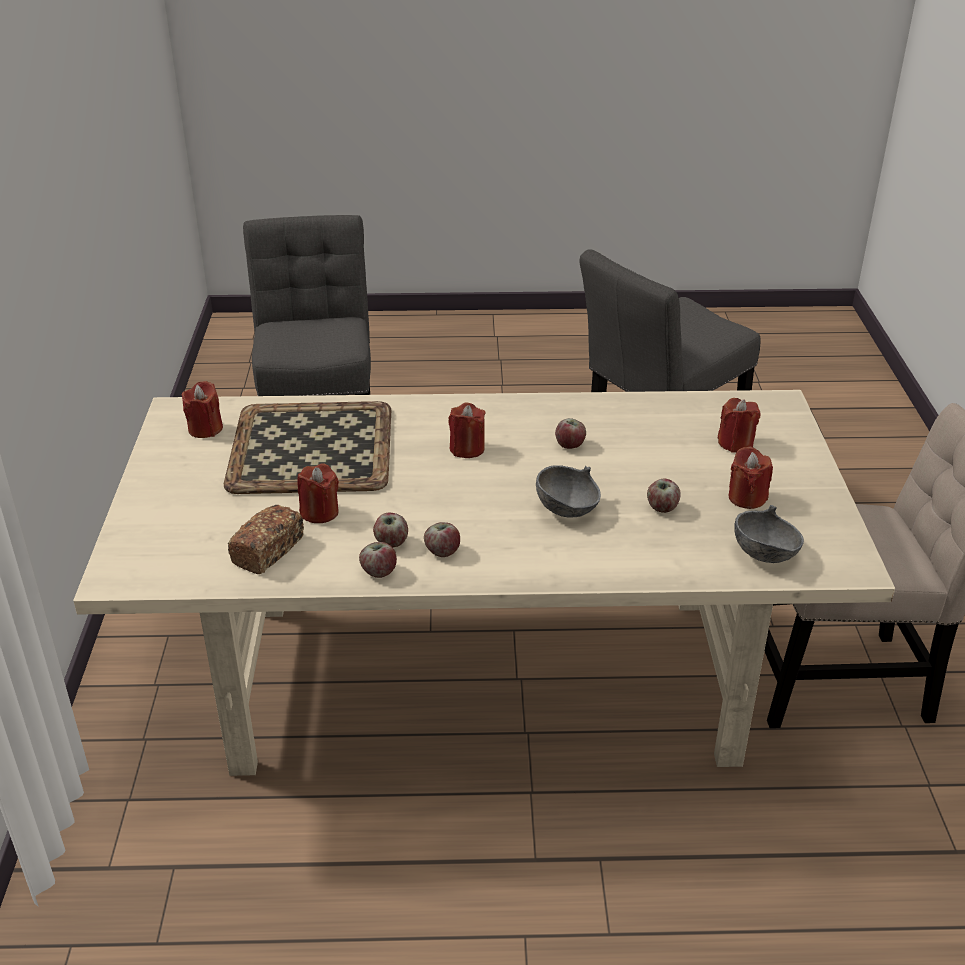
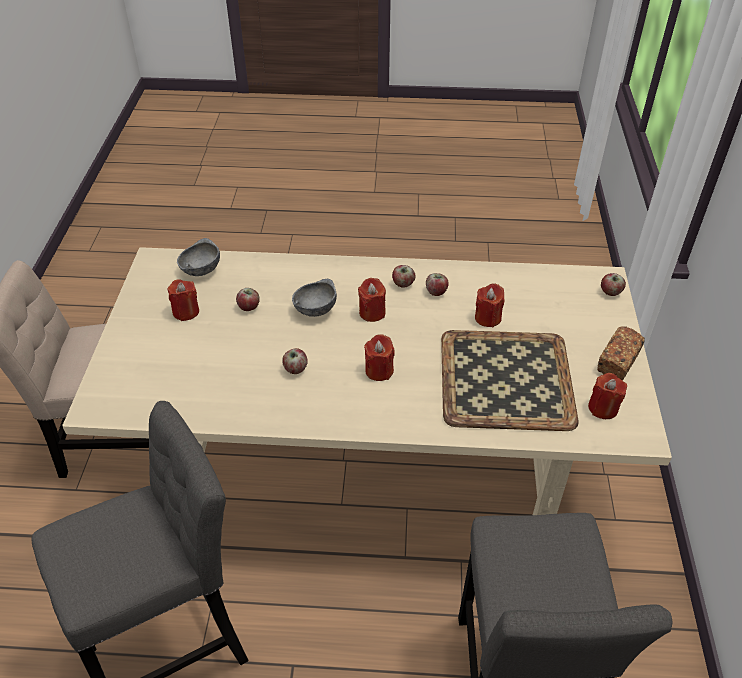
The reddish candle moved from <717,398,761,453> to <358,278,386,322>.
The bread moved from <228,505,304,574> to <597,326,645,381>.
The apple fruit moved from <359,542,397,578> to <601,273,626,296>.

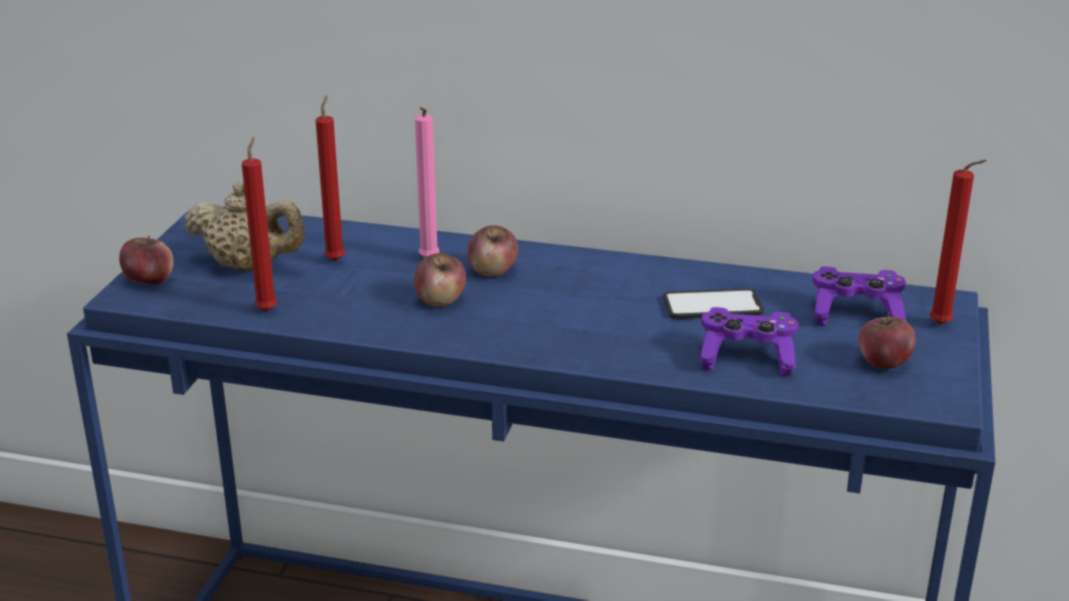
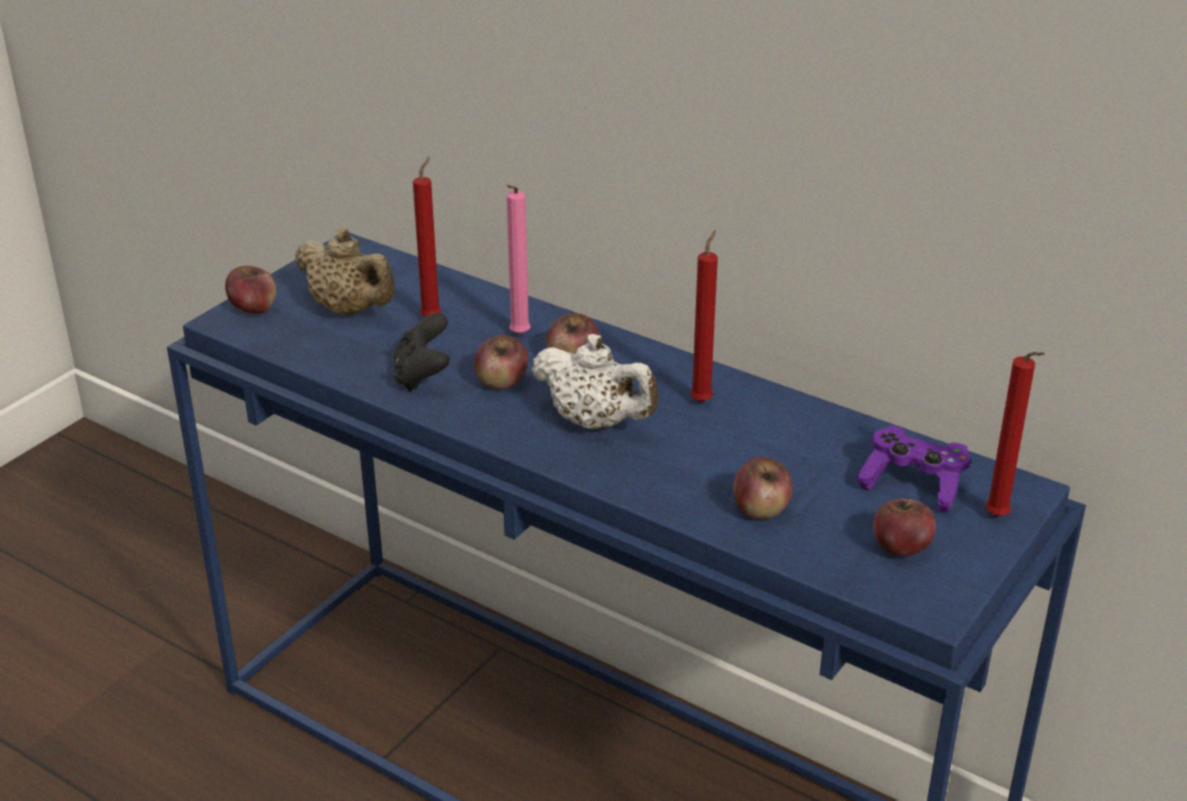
The reddish candle moved from <242,137,277,312> to <690,230,718,402>.
The phone at <662,288,764,319> disappeared.
The purple gamepad at <699,307,798,376> was replaced by the apple fruit at <733,457,793,519>.
The blackish gamepad at <394,313,450,391> appeared.
The white-coloured teapot at <531,334,659,430> appeared.

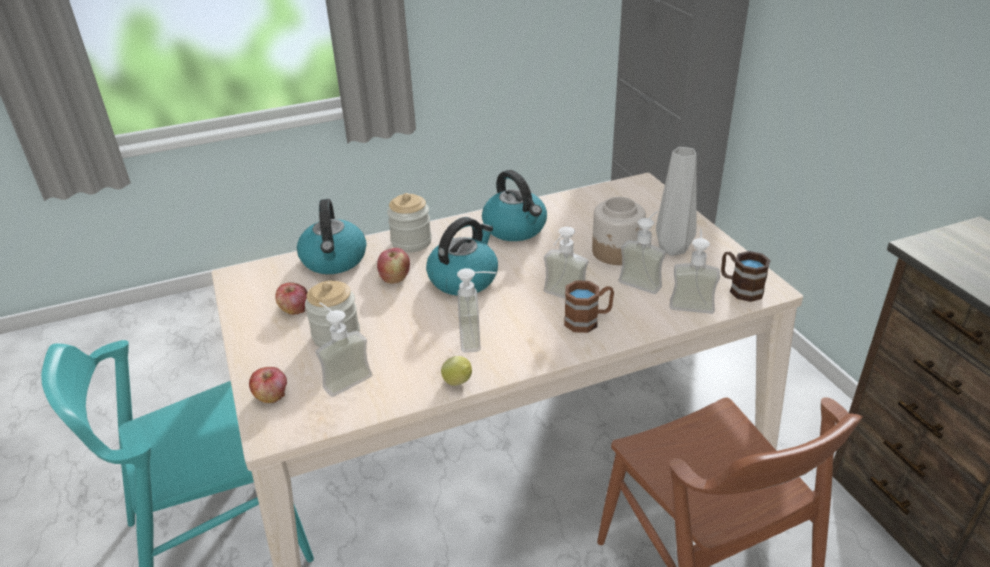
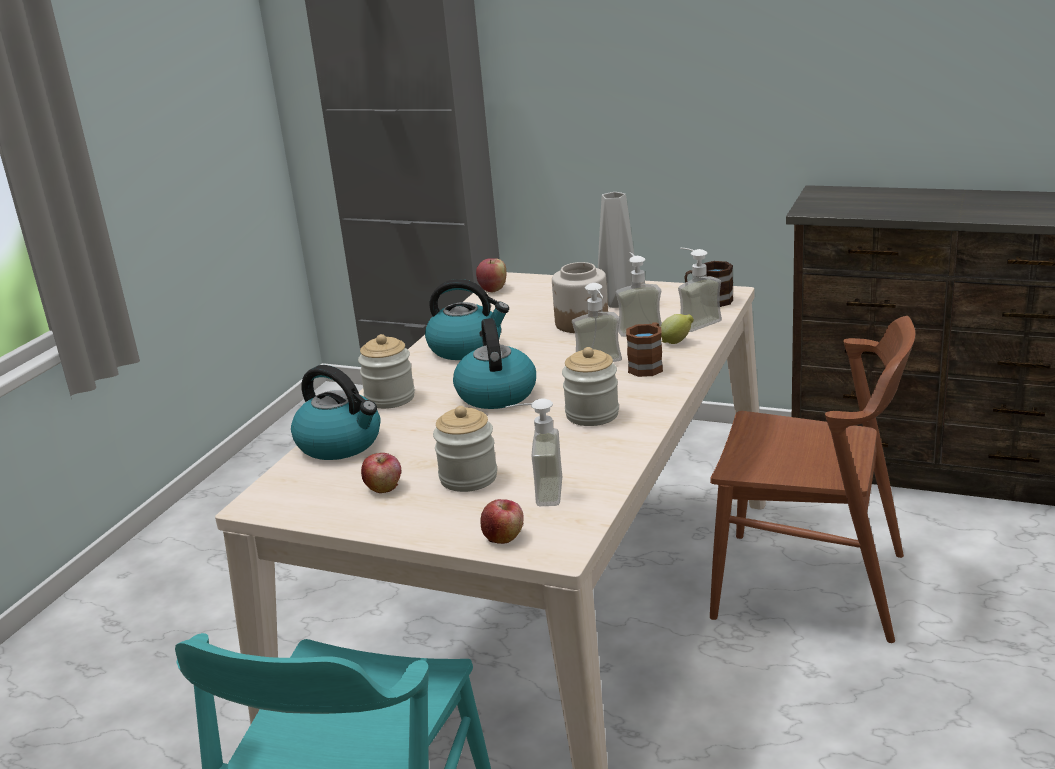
The apple fruit moved from <377,248,410,284> to <476,258,506,292>.
The liquid soap bottle at <457,268,497,353> was replaced by the storage jar at <562,347,619,426>.
The lemon moved from <441,356,472,386> to <661,314,694,344>.

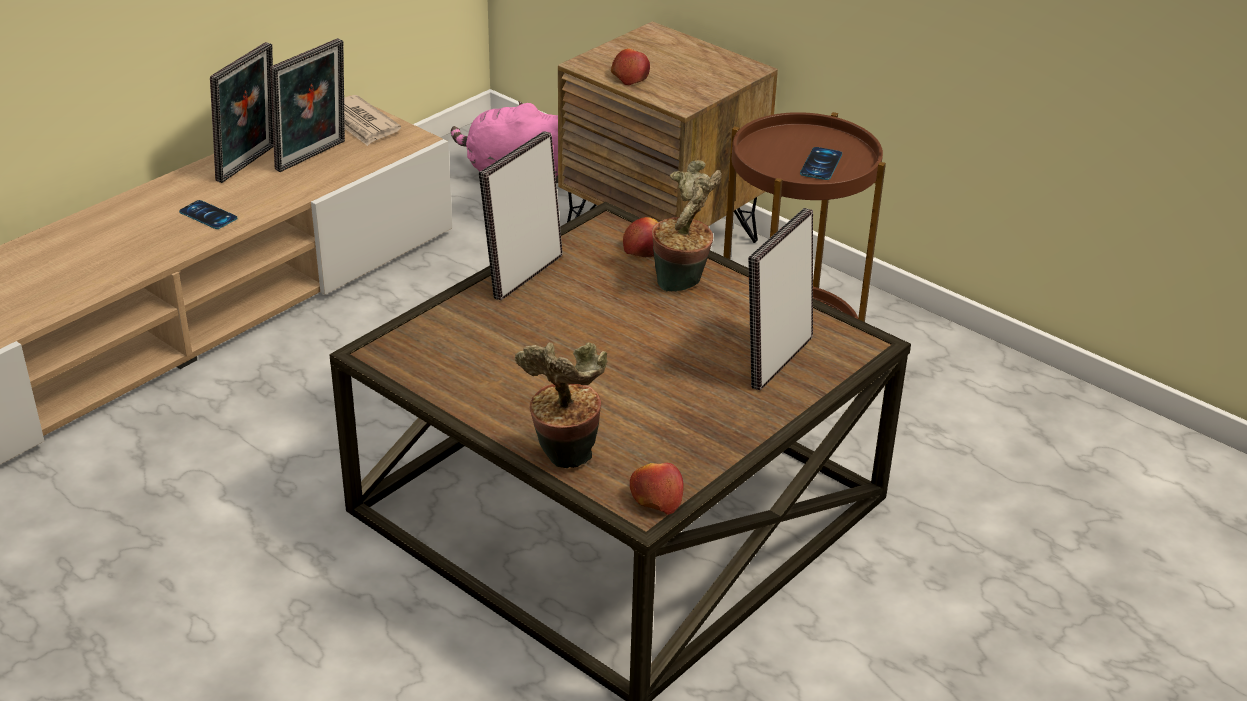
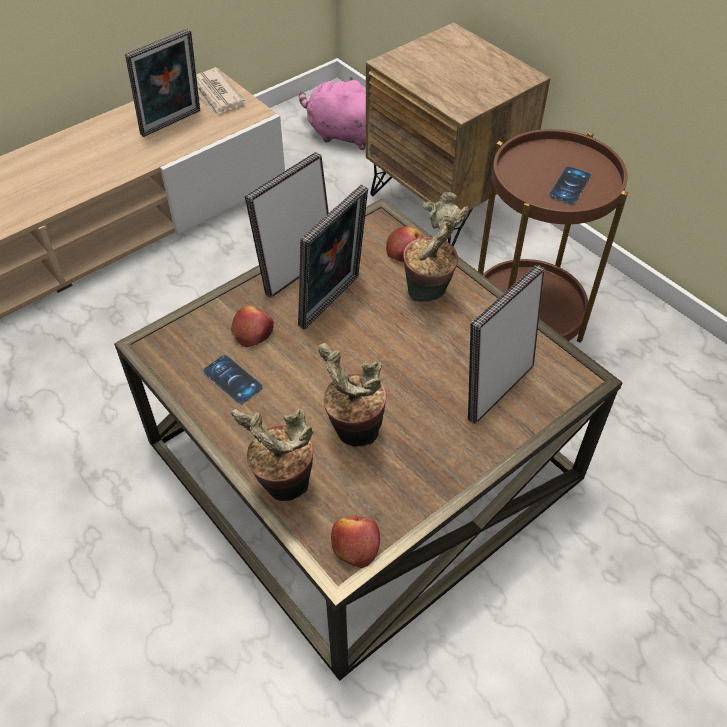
The photo frame moved from <210,42,274,183> to <298,185,368,330>.
The apple fruit moved from <611,48,650,85> to <231,305,274,347>.
The phone moved from <179,200,237,229> to <203,355,263,404>.
The potted plant at <318,343,386,447> appeared.

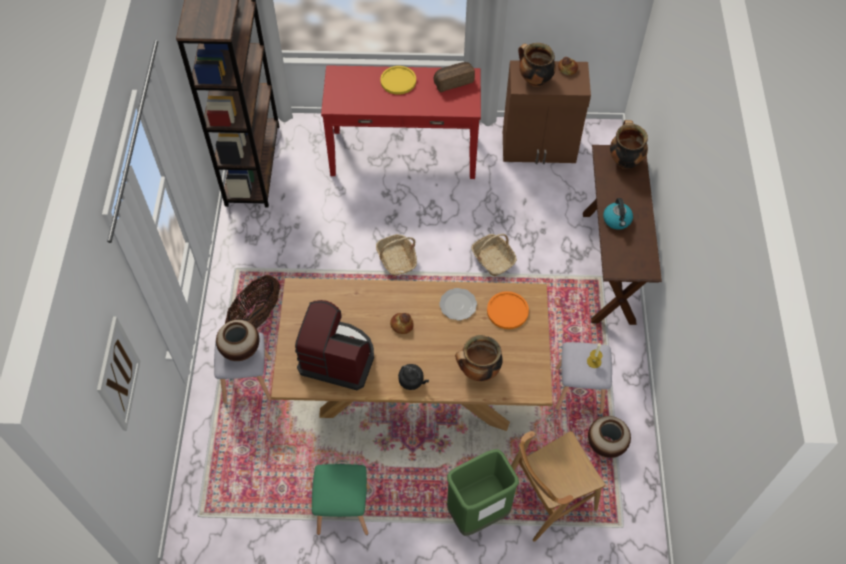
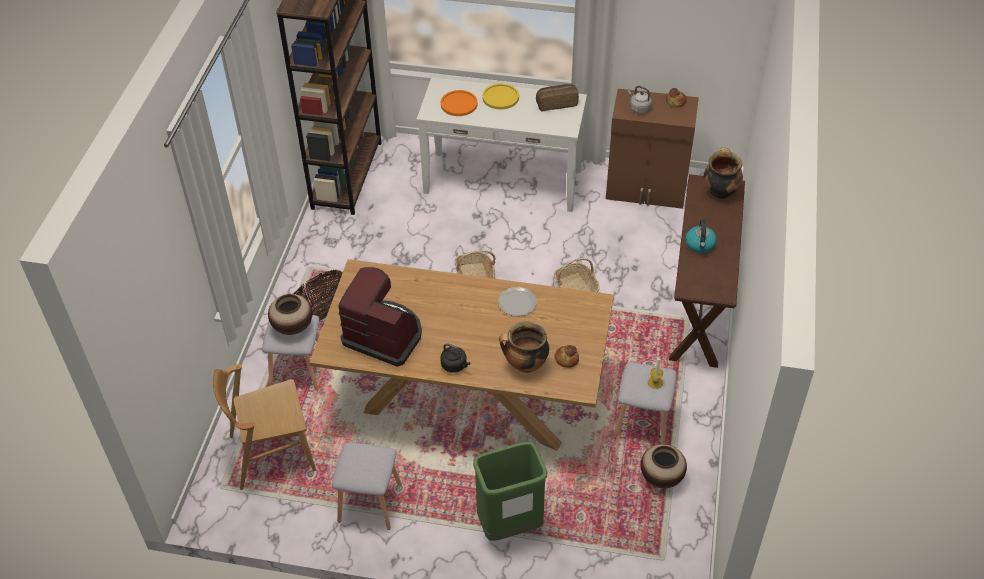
The saucepot at <518,43,556,87> was replaced by the greyish tea kettle at <628,86,652,114>.
The reddish console table at <321,65,481,179> became the white-coloured console table at <417,77,587,212>.
The orange-coloured dinner plate moved from <487,291,529,329> to <441,90,478,116>.
The bread moved from <390,313,413,334> to <554,345,579,368>.
The picture at <97,316,140,431> disappeared.
The brown-coloured chair moved from <511,431,605,542> to <213,364,316,490>.
The greenish stool seat at <312,464,370,535> became the greyish stool seat at <332,442,402,530>.

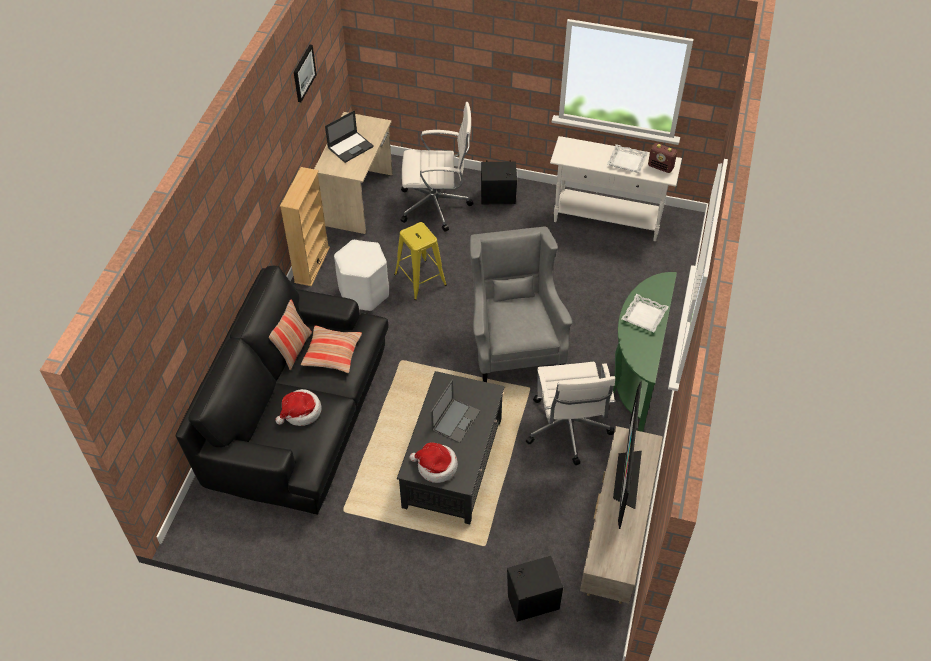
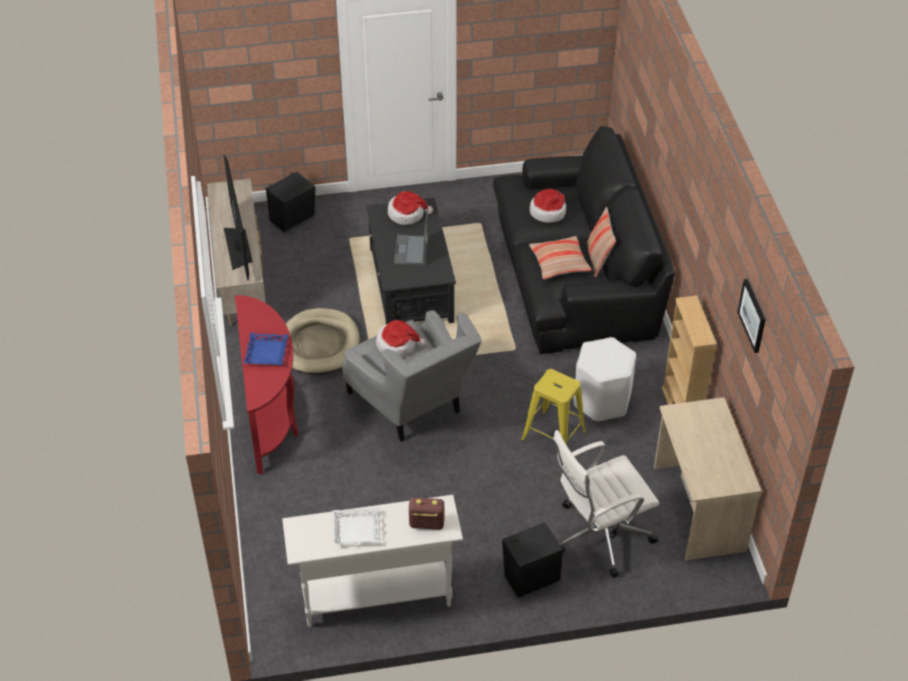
The notebook computer at <325,110,374,163> disappeared.
The radio receiver moved from <648,143,677,173> to <409,498,444,530>.
The greenish console table at <613,272,677,432> became the reddish console table at <235,295,299,474>.
The white-coloured serving tray at <622,294,669,332> became the bluish serving tray at <244,333,288,365>.
The white-coloured computer chair at <526,362,615,465> was replaced by the sand-coloured dog bed at <286,308,360,375>.
The wearable hat at <376,320,426,357> appeared.

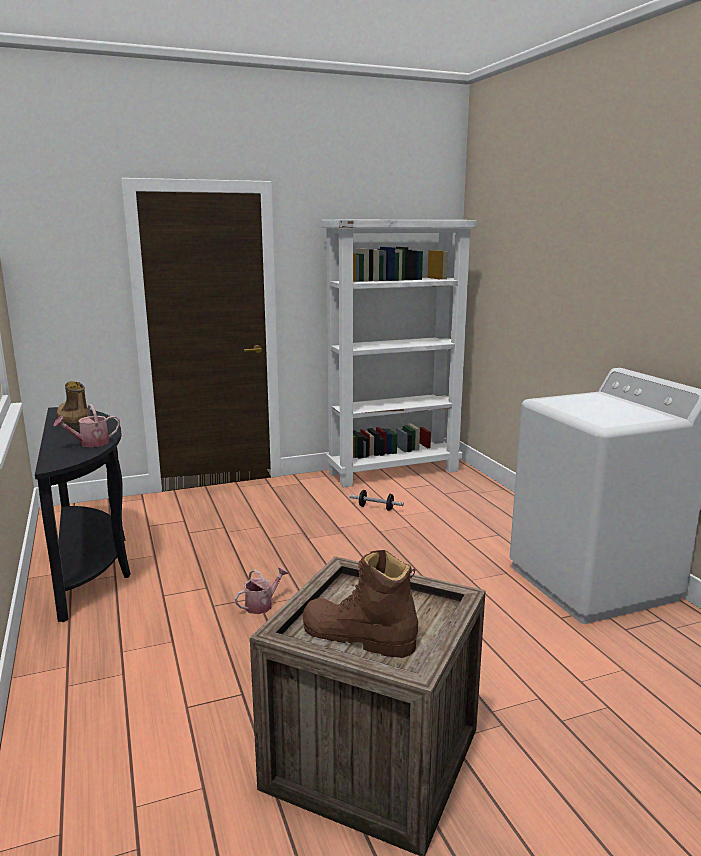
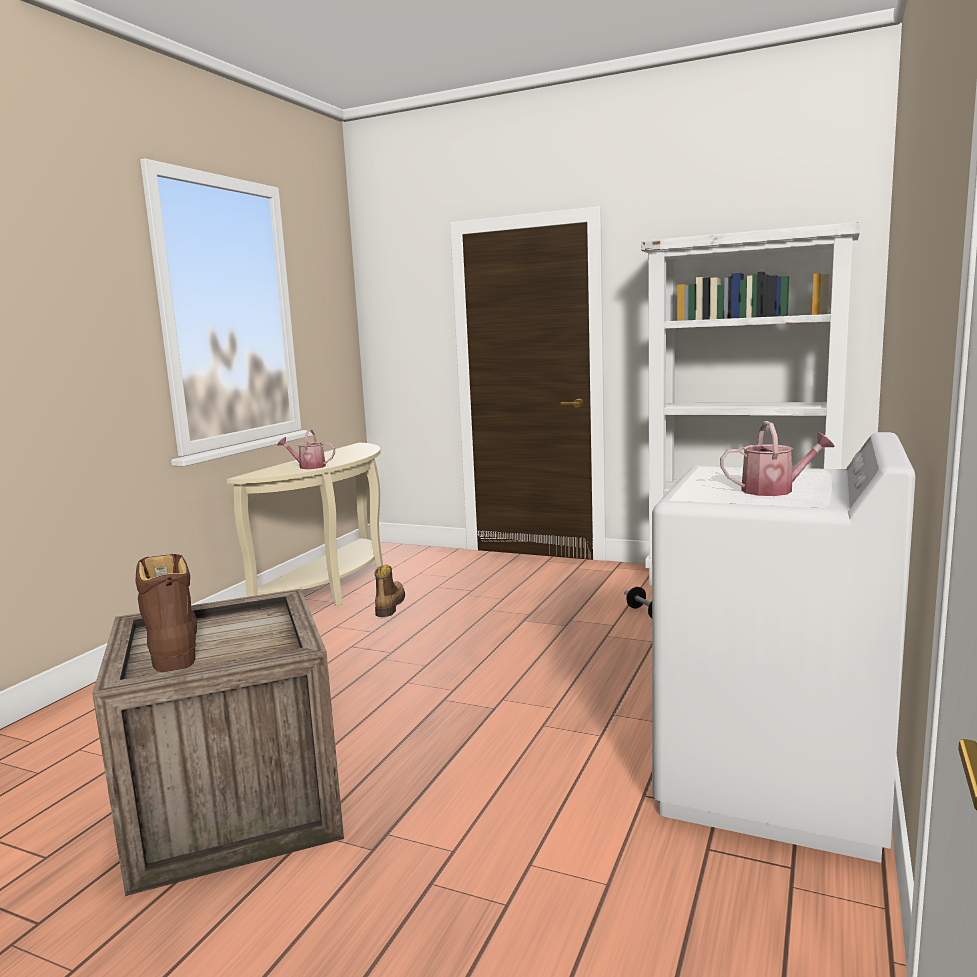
The tall boot moved from <57,381,87,431> to <375,565,405,617>.
The blackish console table at <35,407,131,622> became the sand-coloured console table at <227,443,383,606>.
The watering can moved from <235,567,289,614> to <720,421,834,496>.

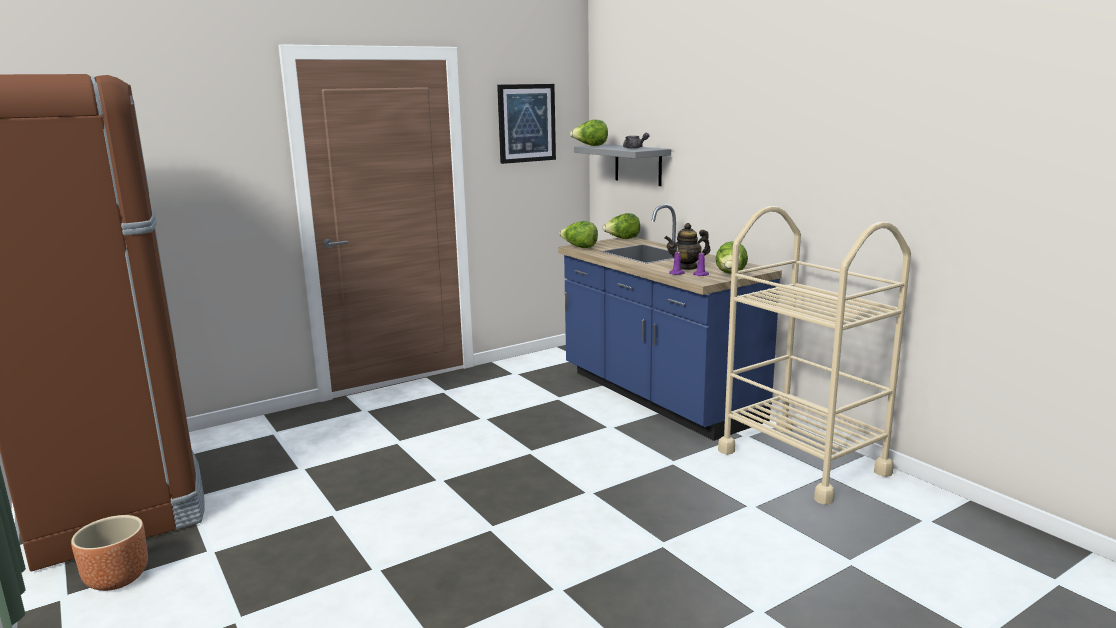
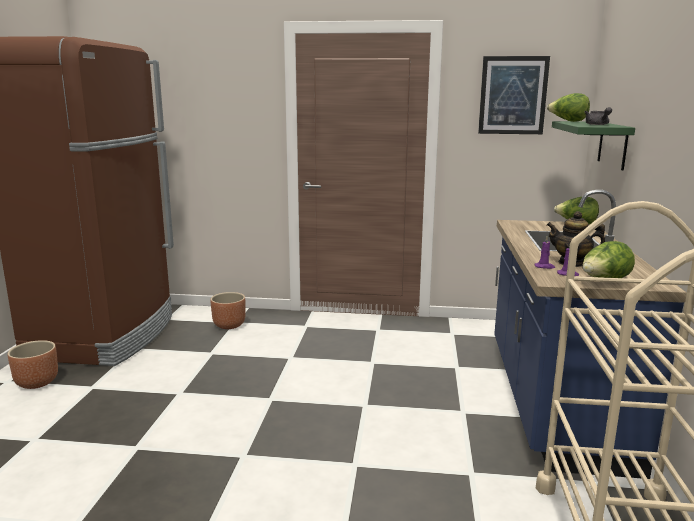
The greyish shelf at <574,144,671,186> became the greenish shelf at <552,121,635,171>.
The head of lettuce at <559,221,598,248> disappeared.
The brown-coloured planter at <210,292,246,329> appeared.

